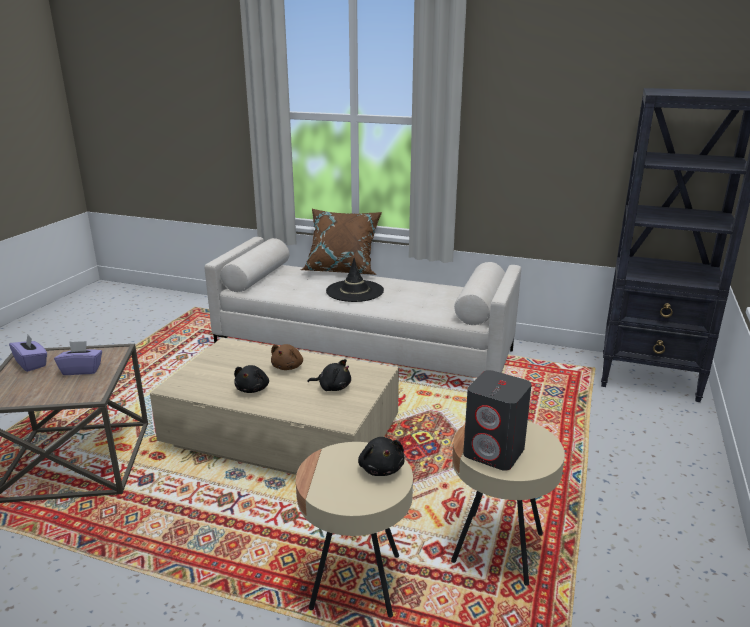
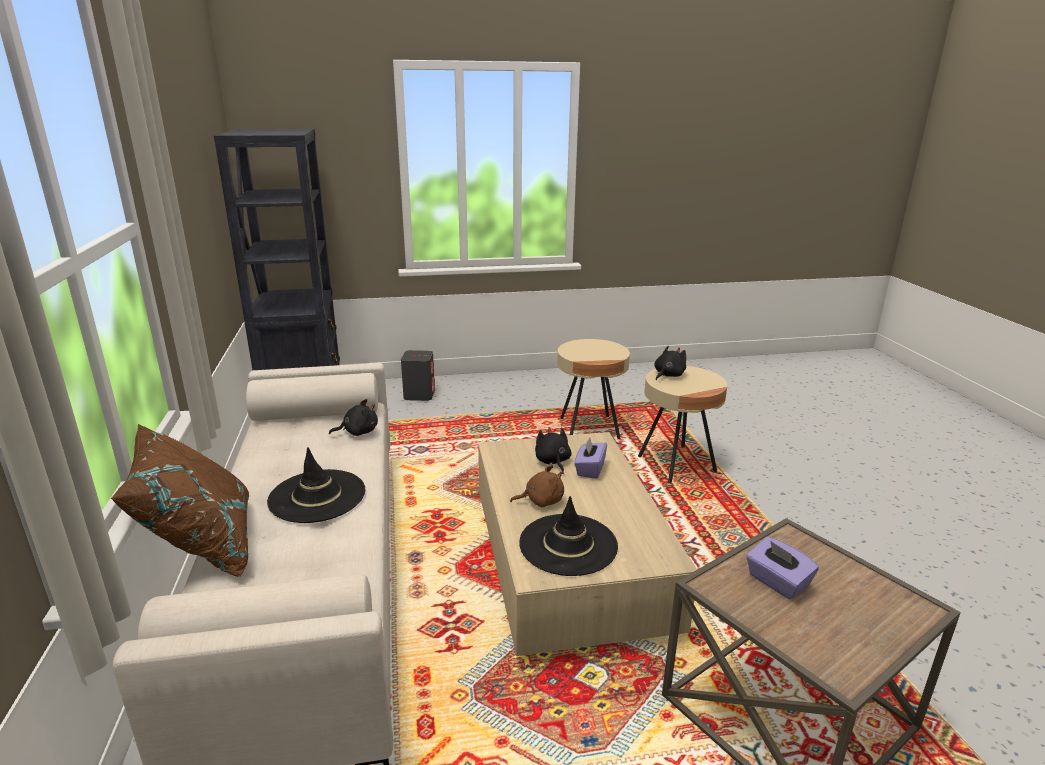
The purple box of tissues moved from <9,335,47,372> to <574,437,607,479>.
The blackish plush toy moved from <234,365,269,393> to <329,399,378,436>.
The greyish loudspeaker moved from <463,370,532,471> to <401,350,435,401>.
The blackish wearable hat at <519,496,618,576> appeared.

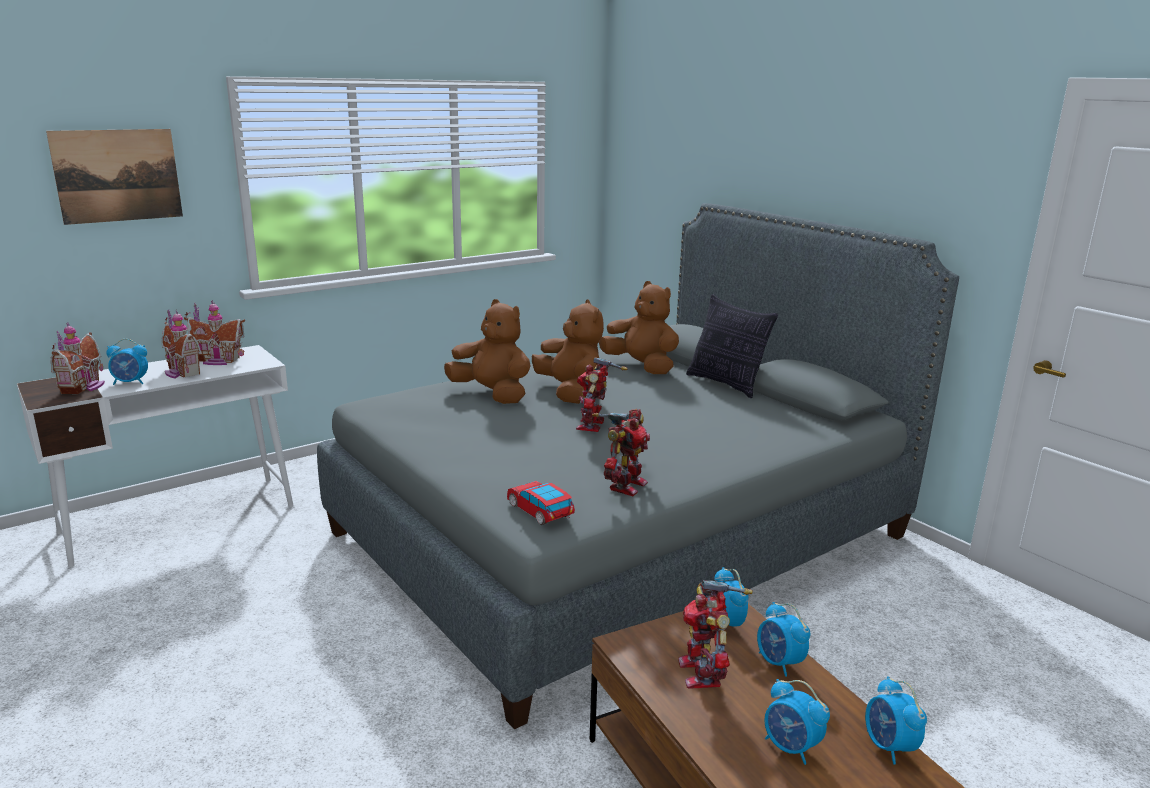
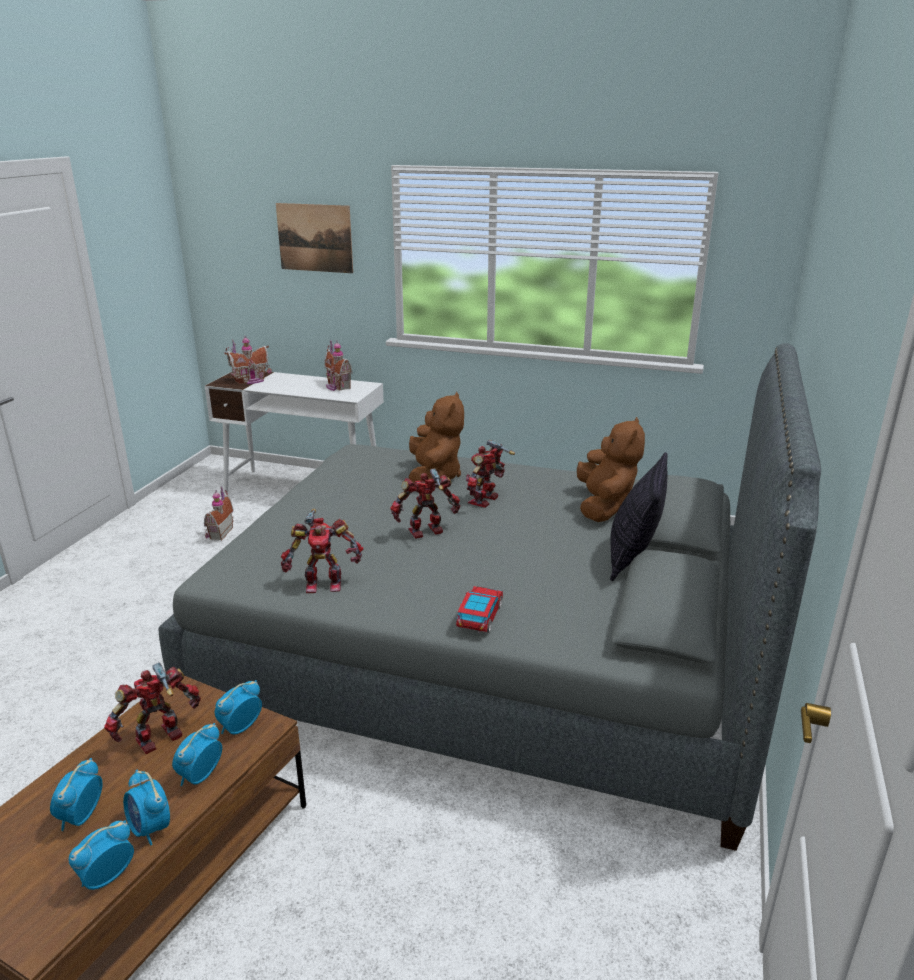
The brown-coloured plush toy at <532,300,604,404> was replaced by the toy robot at <466,440,515,508>.
The toy house moved from <161,310,202,379> to <204,486,234,541>.
The alarm clock moved from <106,339,148,385> to <123,770,170,845>.
The model car moved from <507,481,575,525> to <456,586,503,634>.

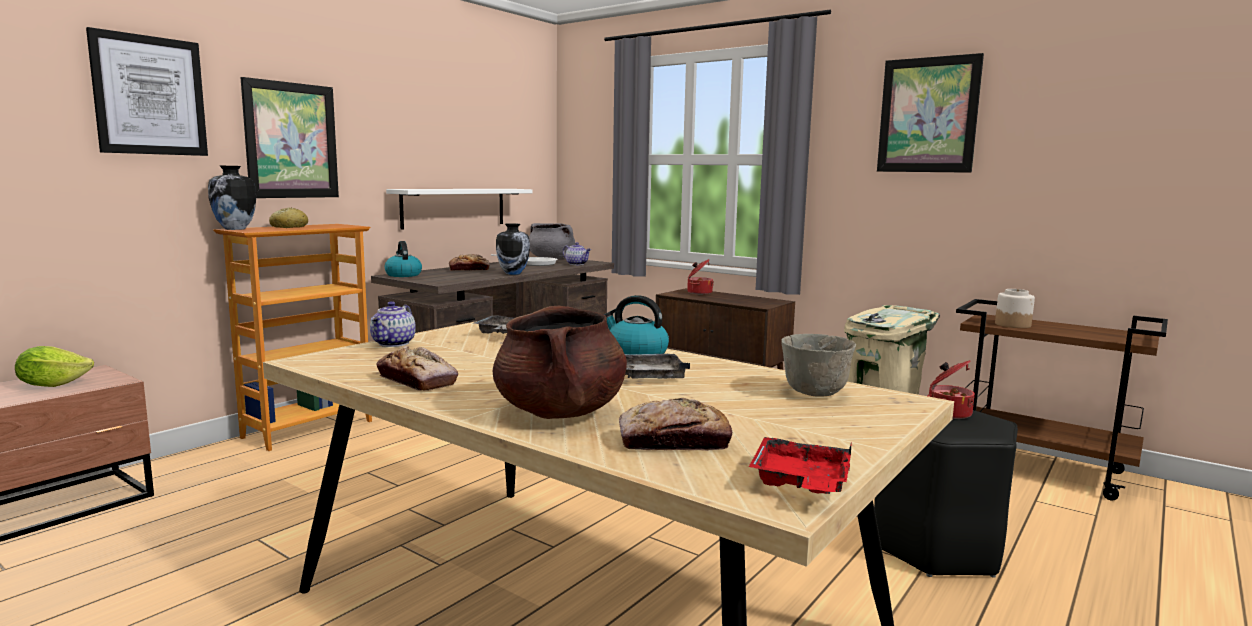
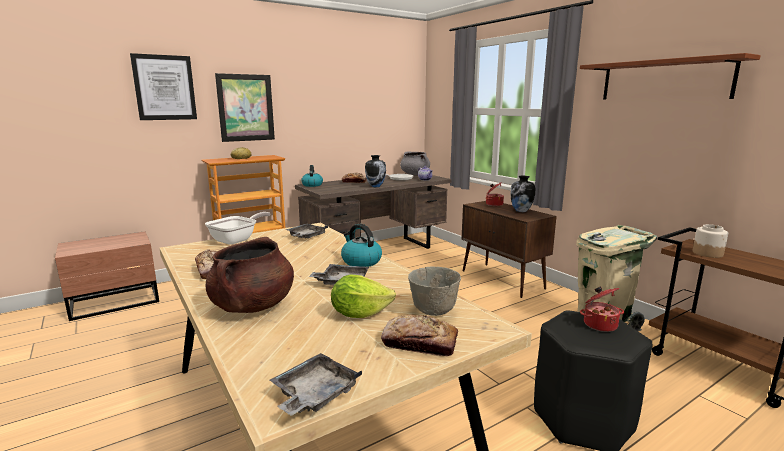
The picture at <877,53,984,173> was replaced by the brown-coloured shelf at <580,53,761,100>.
The vase moved from <208,166,256,230> to <510,176,535,212>.
The white-coloured shelf at <386,189,532,230> disappeared.
The teapot at <370,301,416,347> was replaced by the skillet at <205,212,270,245>.
The head of lettuce moved from <15,346,94,387> to <331,275,396,318>.
The bread moved from <619,398,732,451> to <381,315,458,356>.
The reddish serving tray at <749,437,852,494> became the greyish serving tray at <270,353,362,416>.

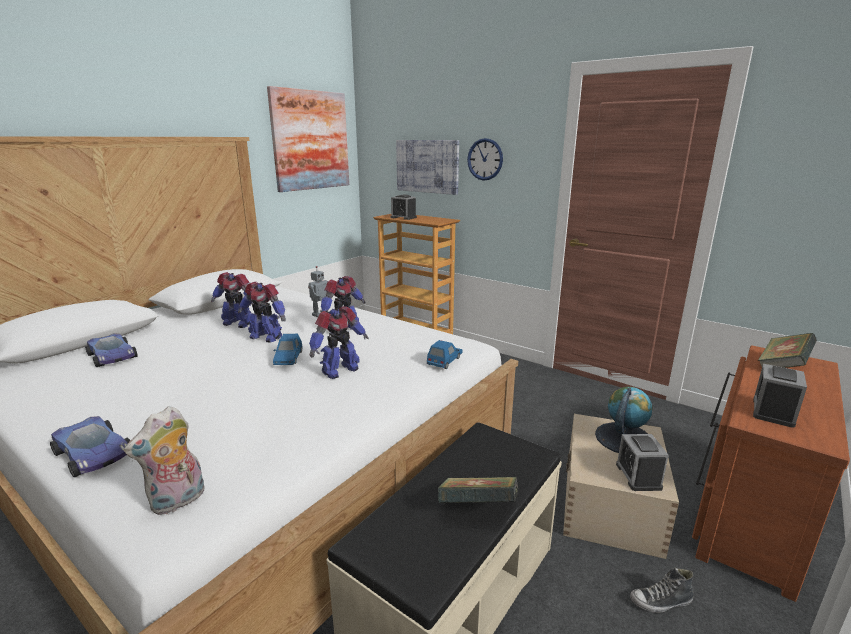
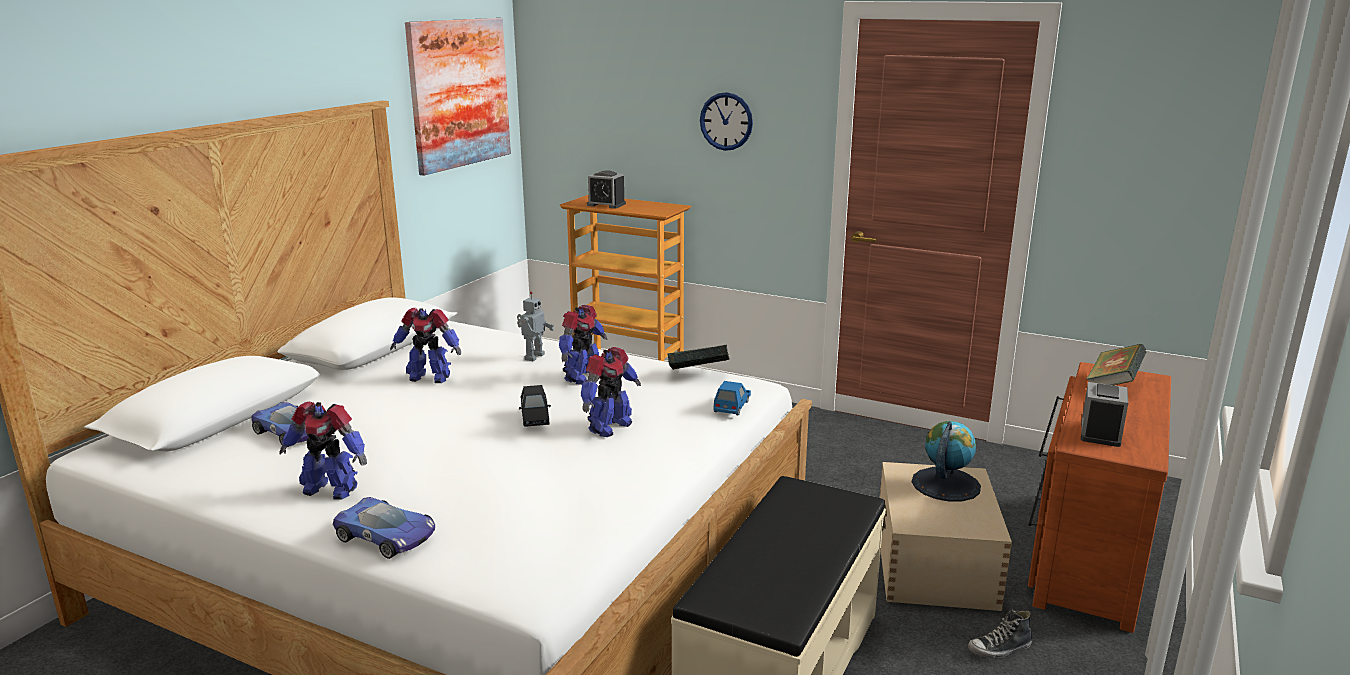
The picture at <396,140,459,195> disappeared.
The toy robot moved from <238,282,286,343> to <279,401,367,499>.
The bluish model car at <273,334,303,365> became the blackish model car at <519,385,551,427>.
The plush toy at <124,406,204,515> disappeared.
The alarm clock at <616,434,669,491> disappeared.
The volume moved from <438,477,518,503> to <667,345,729,370>.

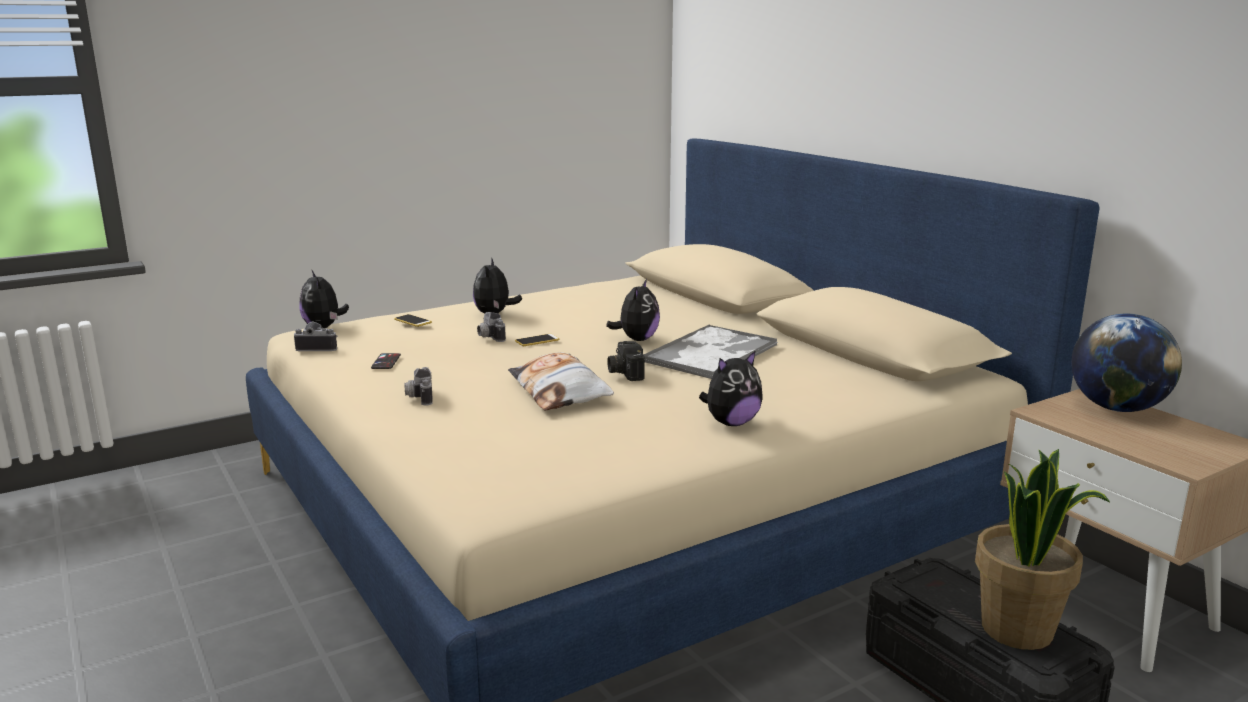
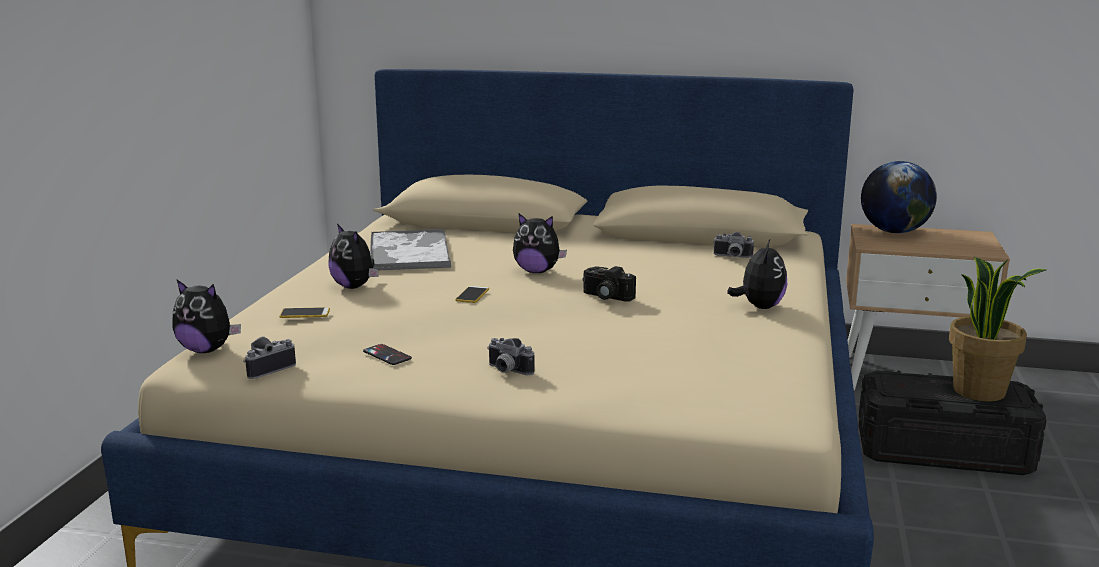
The plush toy at <606,279,660,341> turned 135 degrees clockwise.
The still camera moved from <477,312,506,342> to <713,232,754,258>.
The serving tray moved from <643,324,778,379> to <370,229,451,270>.
The cushion at <508,353,614,410> disappeared.

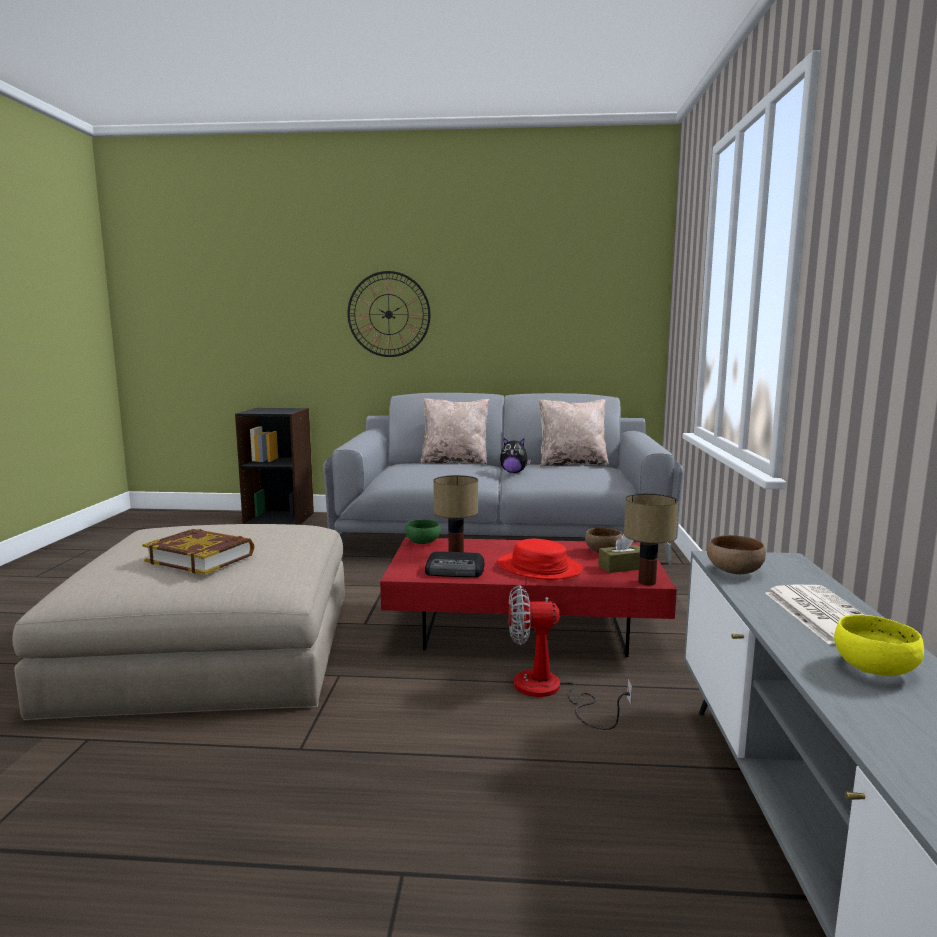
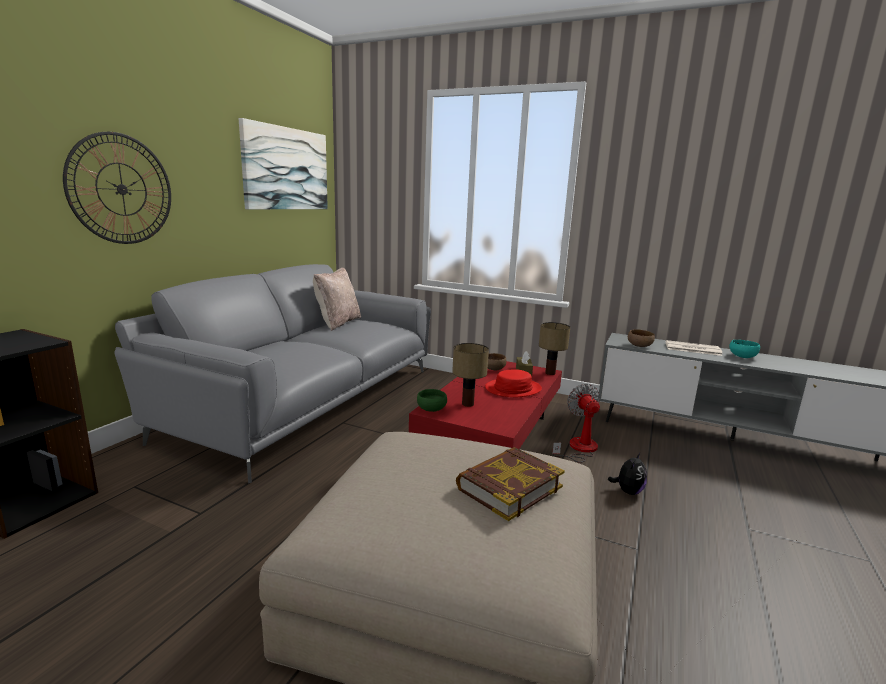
The sand-coloured cushion at <420,398,489,465> disappeared.
The plush toy moved from <500,438,531,473> to <608,453,647,495>.
The radio receiver at <425,551,485,577> disappeared.
The electric fan at <508,585,632,730> turned 150 degrees clockwise.
The yellowish serving bowl at <834,615,924,676> became the blue-green serving bowl at <729,340,760,358>.
The picture at <239,118,328,209> appeared.

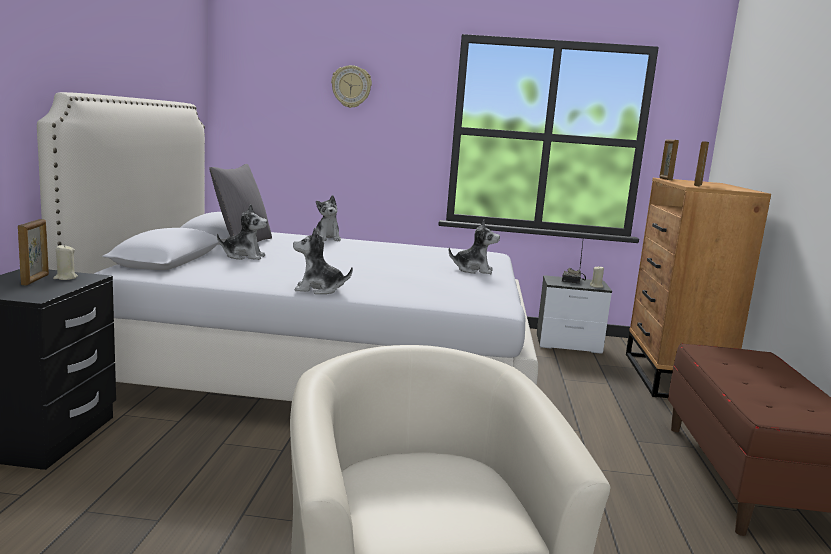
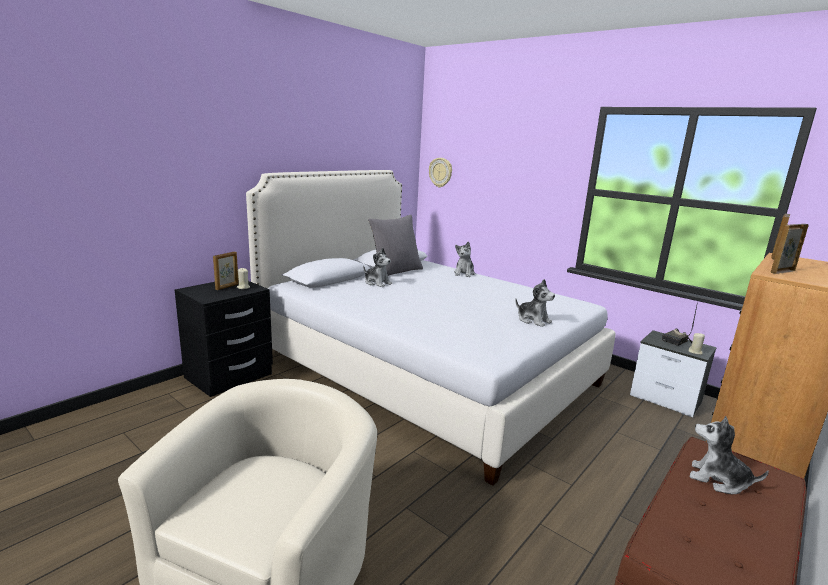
The wall clock moved from <331,65,372,108> to <429,158,452,188>.
The plush toy moved from <293,228,353,294> to <689,416,769,494>.

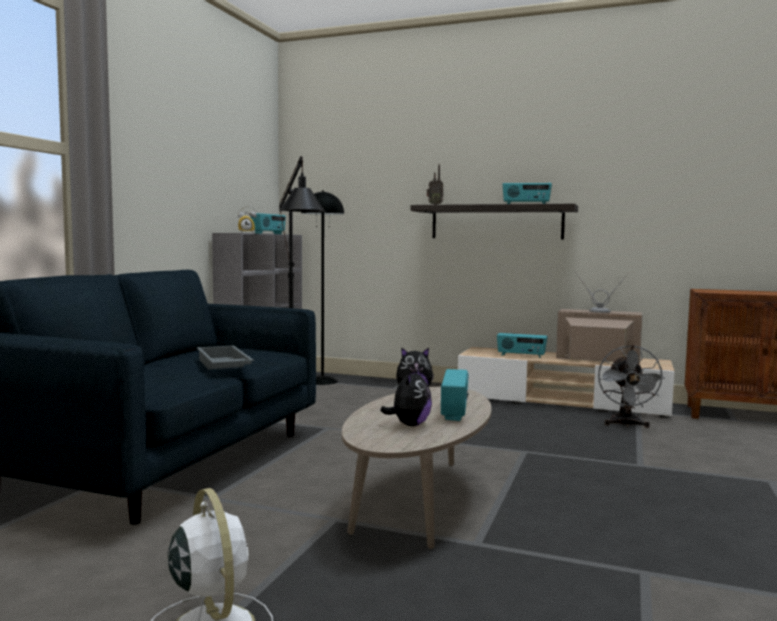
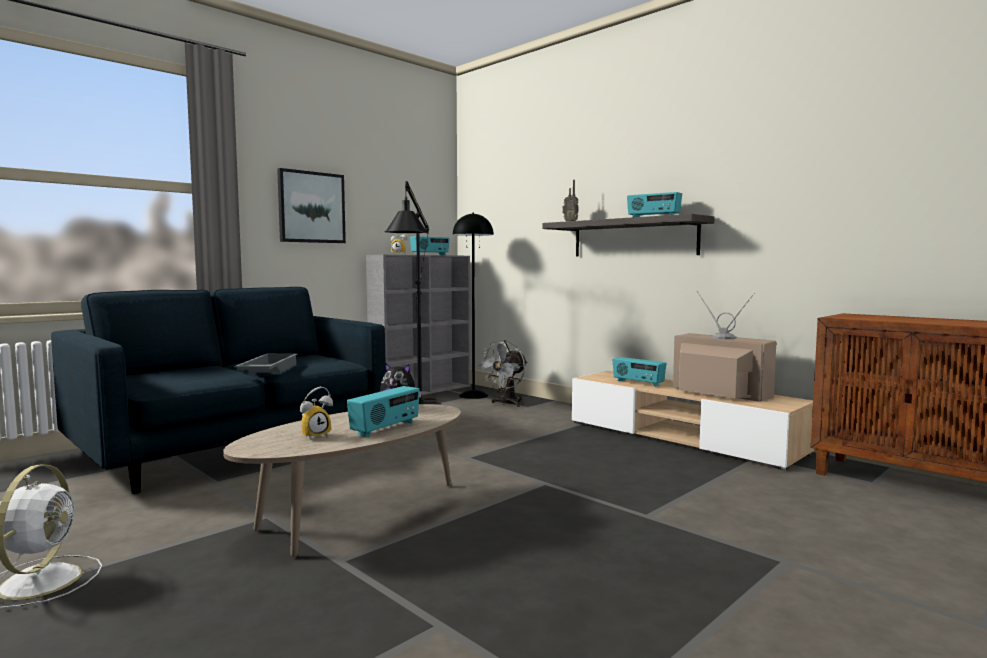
The greyish electric fan moved from <598,345,665,428> to <479,340,527,407>.
The plush toy at <380,368,432,426> was replaced by the alarm clock at <300,387,333,440>.
The picture at <277,168,346,243> appeared.

